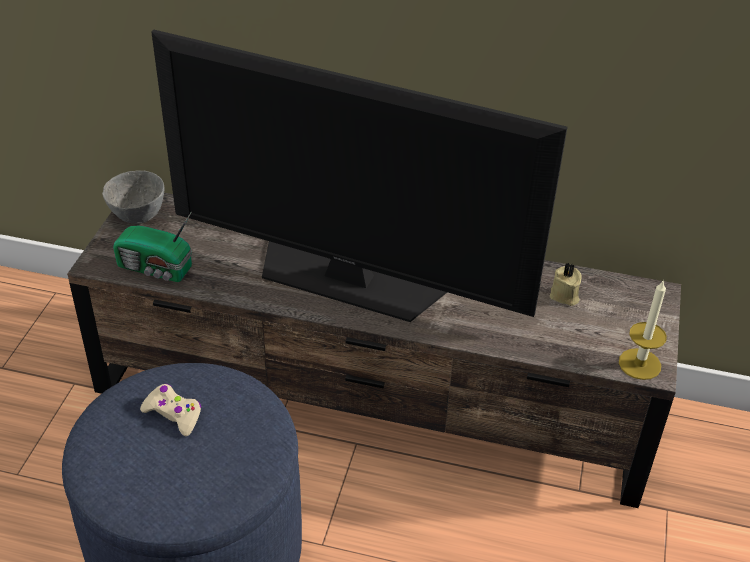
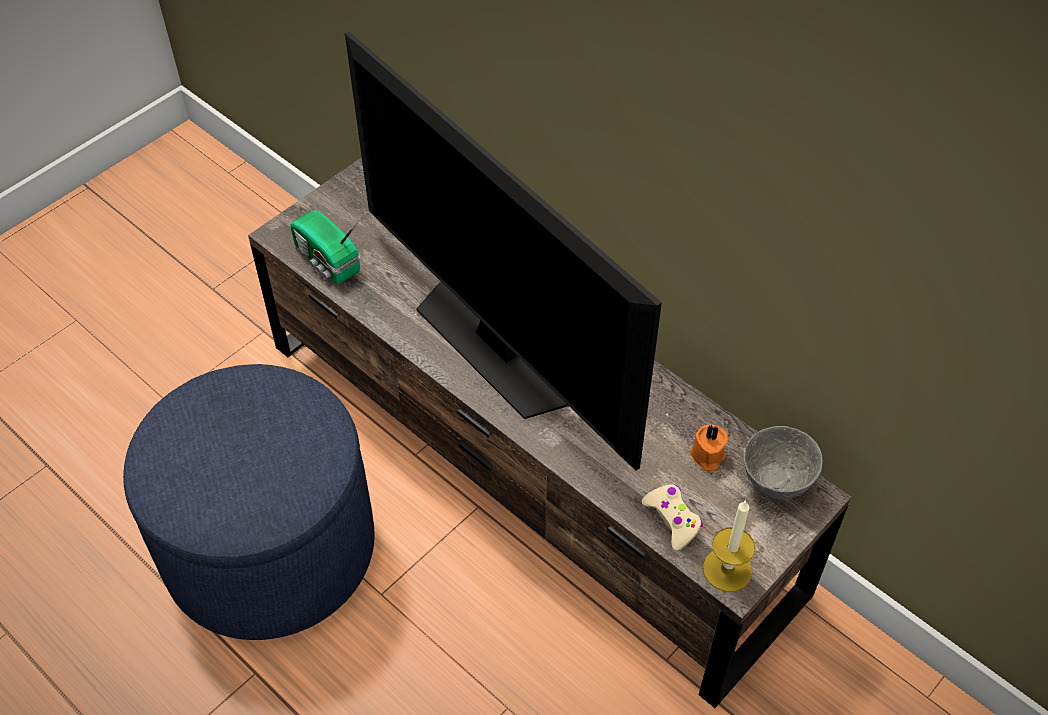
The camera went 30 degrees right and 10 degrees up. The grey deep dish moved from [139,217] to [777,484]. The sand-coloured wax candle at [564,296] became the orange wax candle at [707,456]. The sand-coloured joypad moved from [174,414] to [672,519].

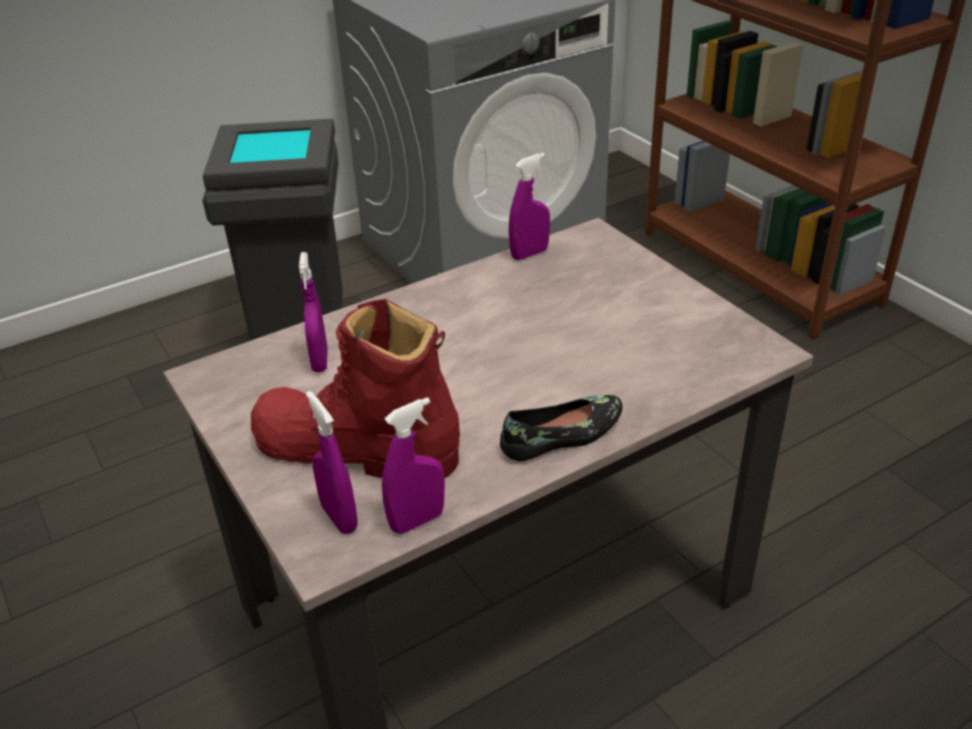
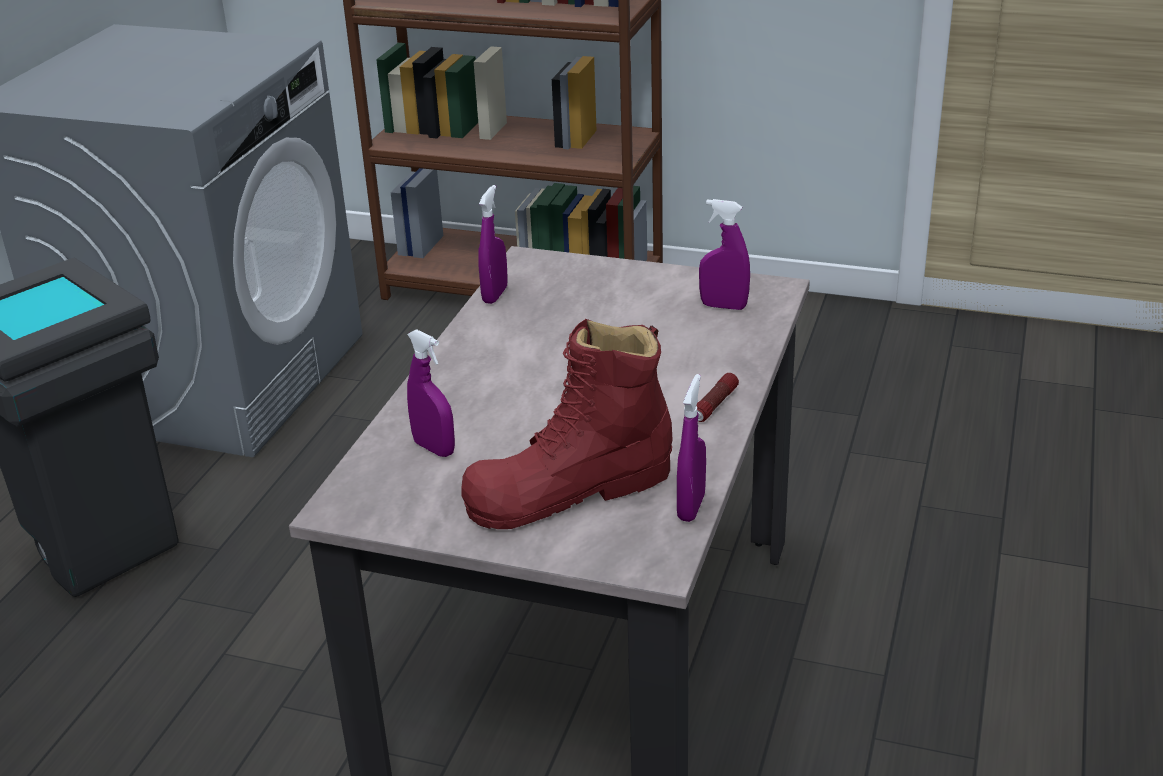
The camera went 40 degrees left and 5 degrees down. The purple hand sprayer moved from [339,517] to [723,306]. The blackish item of footwear at [563,436] was replaced by the hand torch at [714,405].

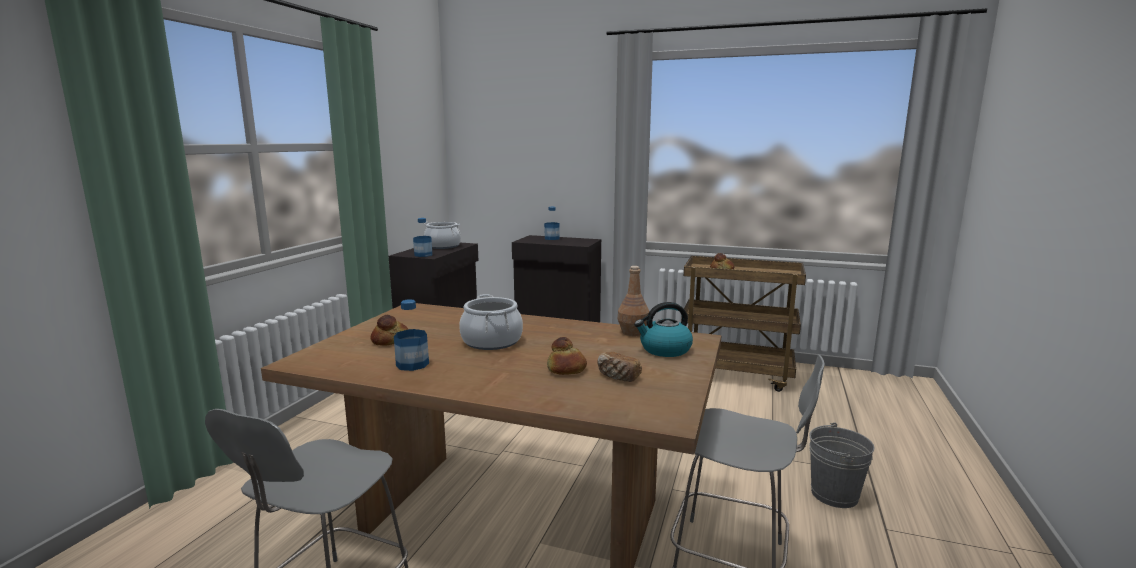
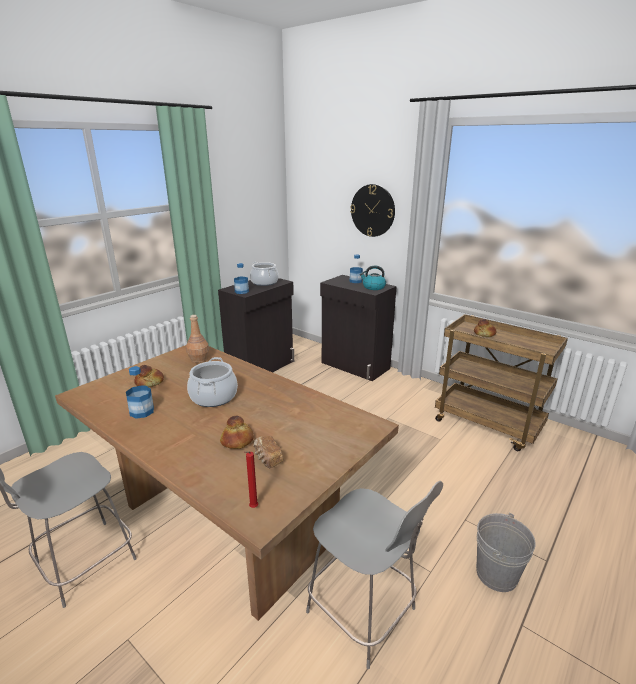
The camera went 20 degrees right and 10 degrees up. The brown-coloured bottle moved from [633,332] to [198,359]. The water kettle moved from [664,350] to [373,287]. The hanging clock at [372,210] appeared. The red wax candle at [252,508] appeared.

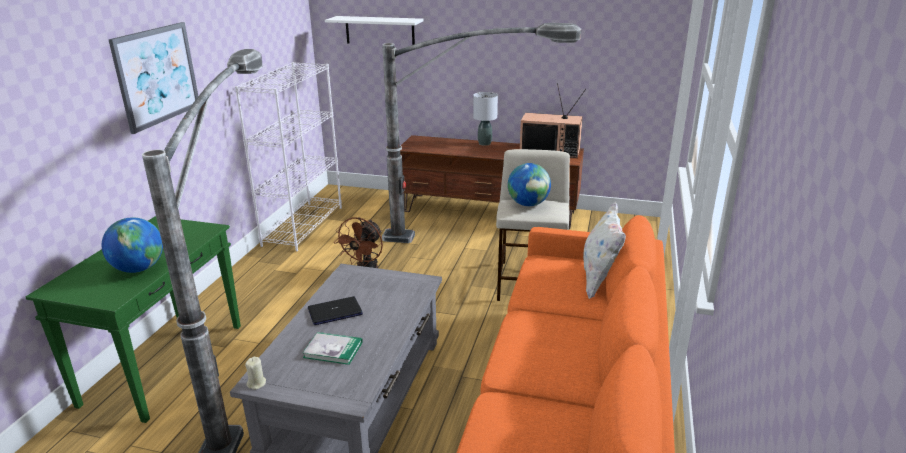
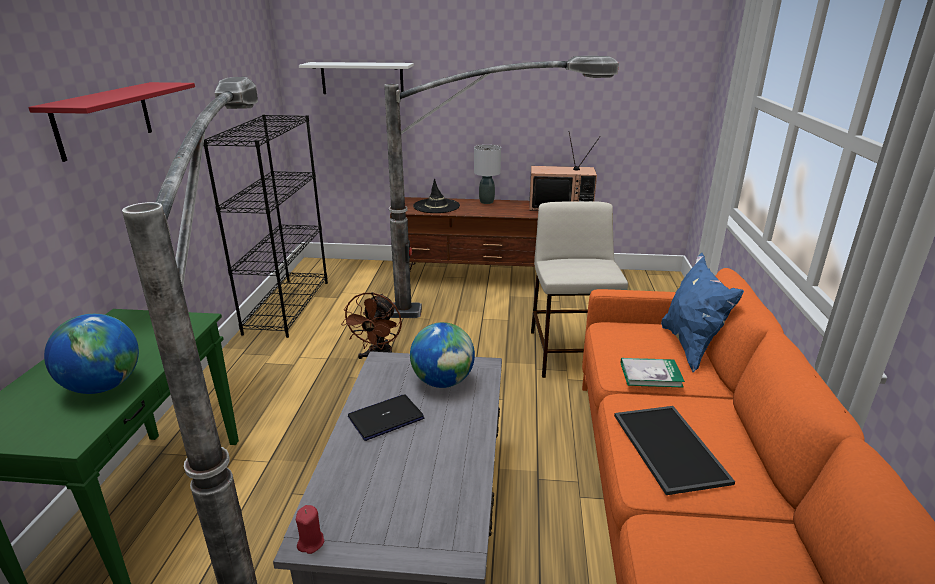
The camera went 10 degrees left and 0 degrees up. The wall picture at [157,75] was replaced by the red shelf at [104,119]. The whitish bookcase at [303,225] became the blackish bookcase at [287,306]. The desk globe moved from [528,204] to [443,382]. The whitish throw pillow at [599,279] became the bluish throw pillow at [690,346]. The book moved from [333,350] to [650,374]. The sand-coloured wax candle at [257,383] became the red wax candle at [311,542]. The blackish wearable hat at [436,206] appeared. The serving tray at [667,447] appeared.

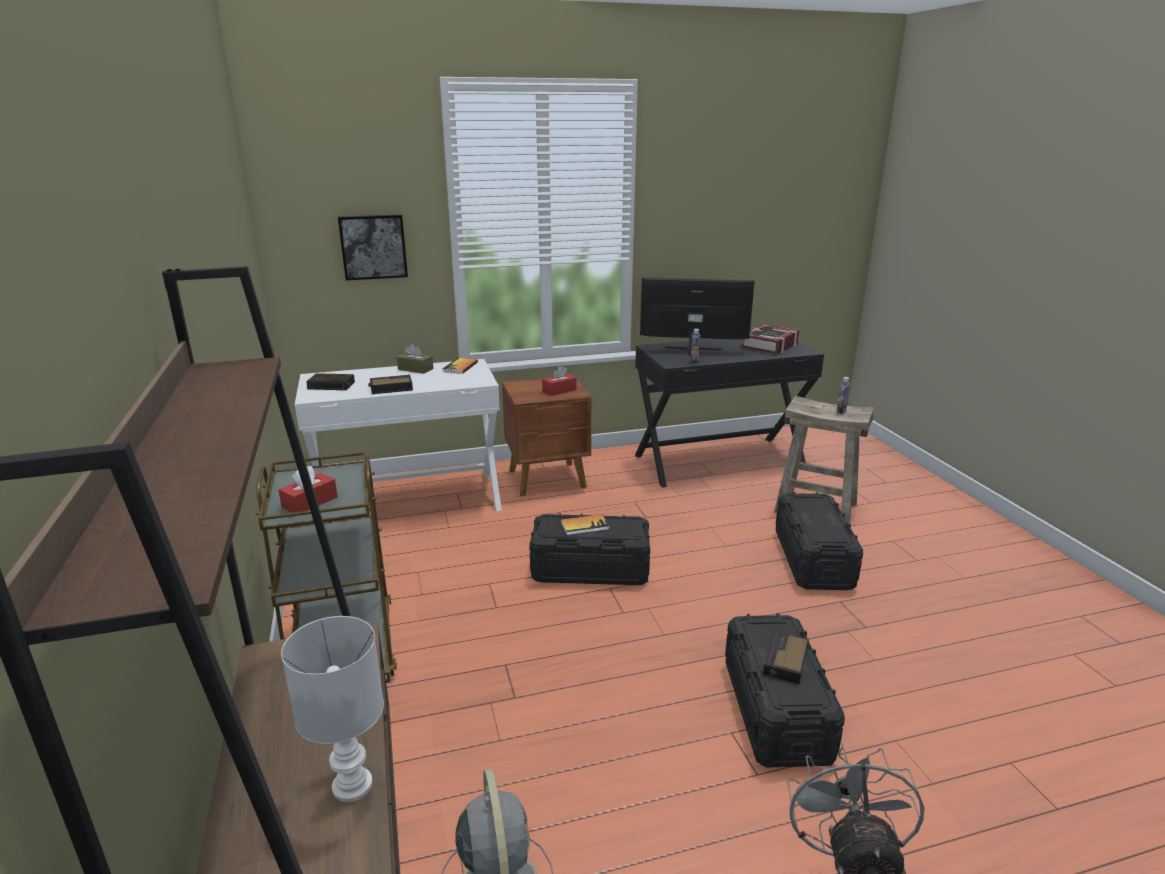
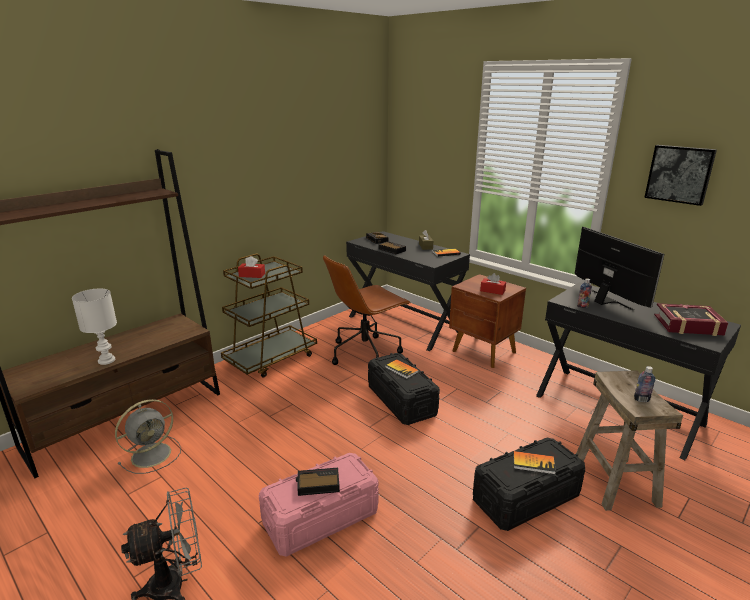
The camera went 60 degrees right and 0 degrees up. The wall picture moved from [373,246] to [679,174]. The whitish desk at [410,501] became the blackish desk at [404,324]. The blackish storage bin at [775,710] became the pinkish storage bin at [320,518]. The brown-coloured office chair at [366,352] appeared. The book at [533,463] appeared.

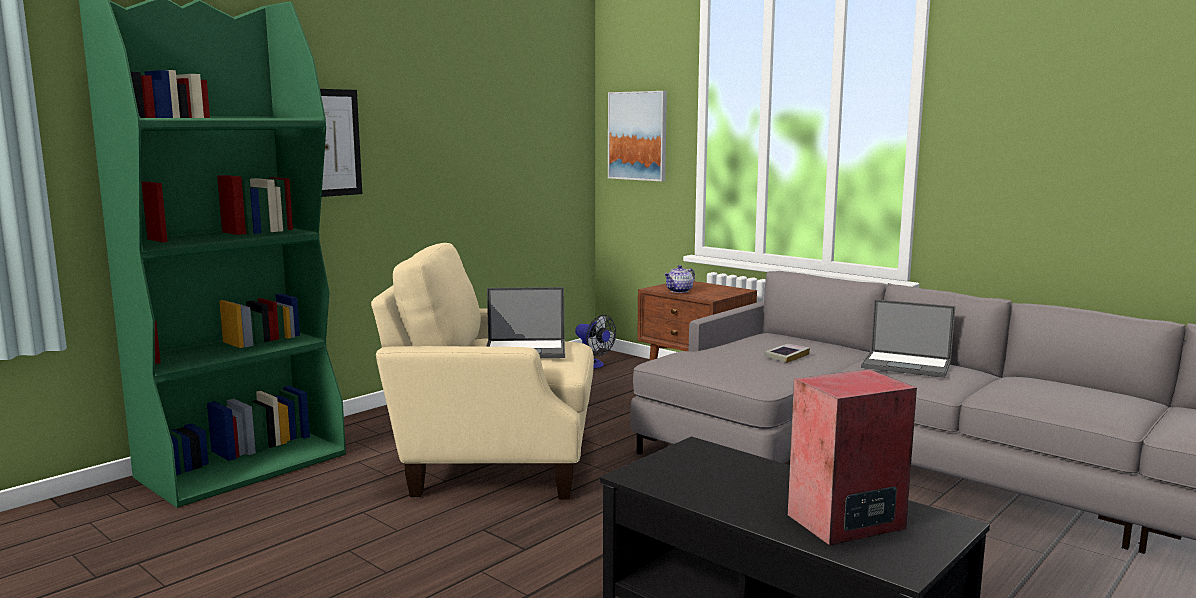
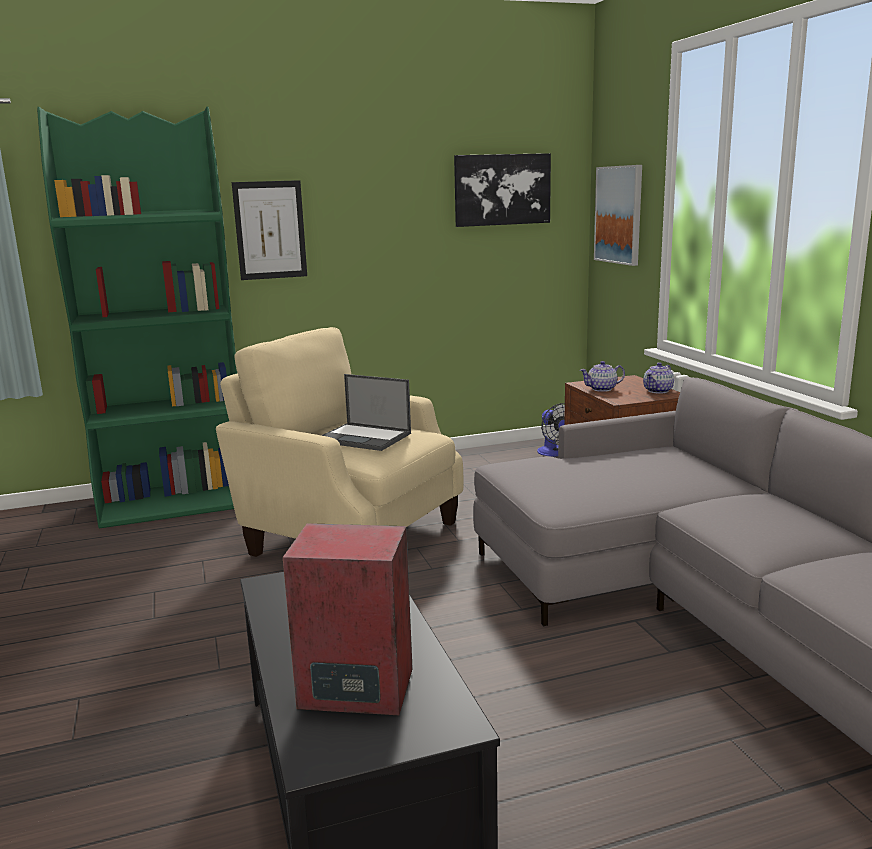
The camera went 30 degrees right and 5 degrees up. The laptop at [907,365] disappeared. The book at [786,356] disappeared. The wall picture at [502,189] appeared. The tea pot at [658,391] appeared.

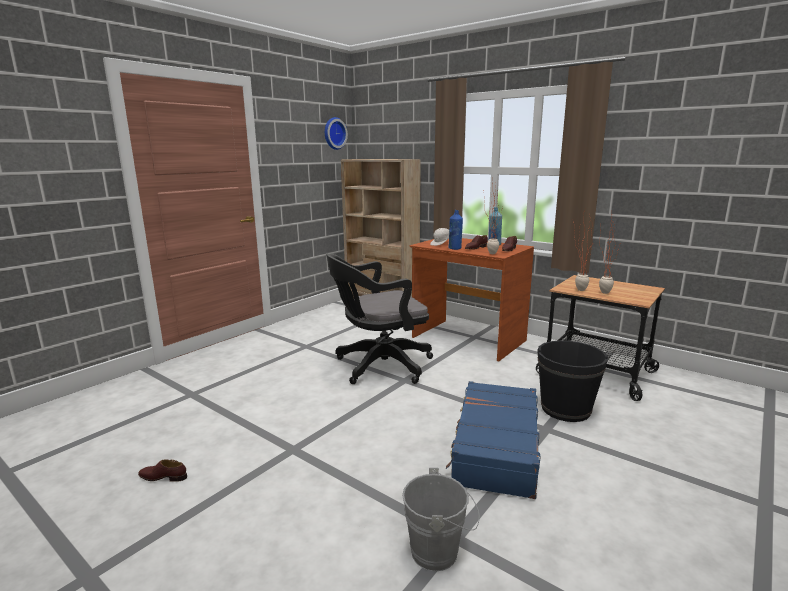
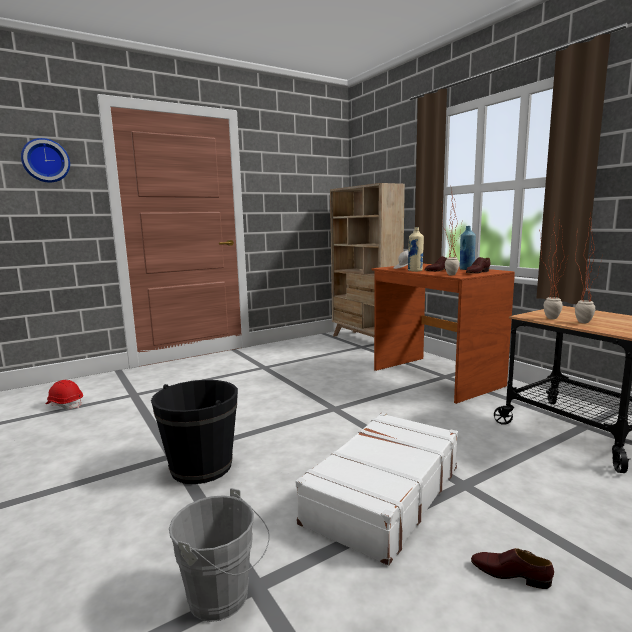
The camera went 20 degrees right and 5 degrees down. The hanging clock moved from [333,133] to [46,161]. The bluish bottle at [455,248] became the sand-coloured bottle at [415,271]. The blackish office chair at [379,366] disappeared. The blackish water bucket moved from [565,409] to [201,467]. The bluish travel case at [495,448] became the whitish travel case at [382,494]. The brown-coloured item of footwear moved from [163,477] to [510,574]. The red safety helmet at [65,405] appeared.

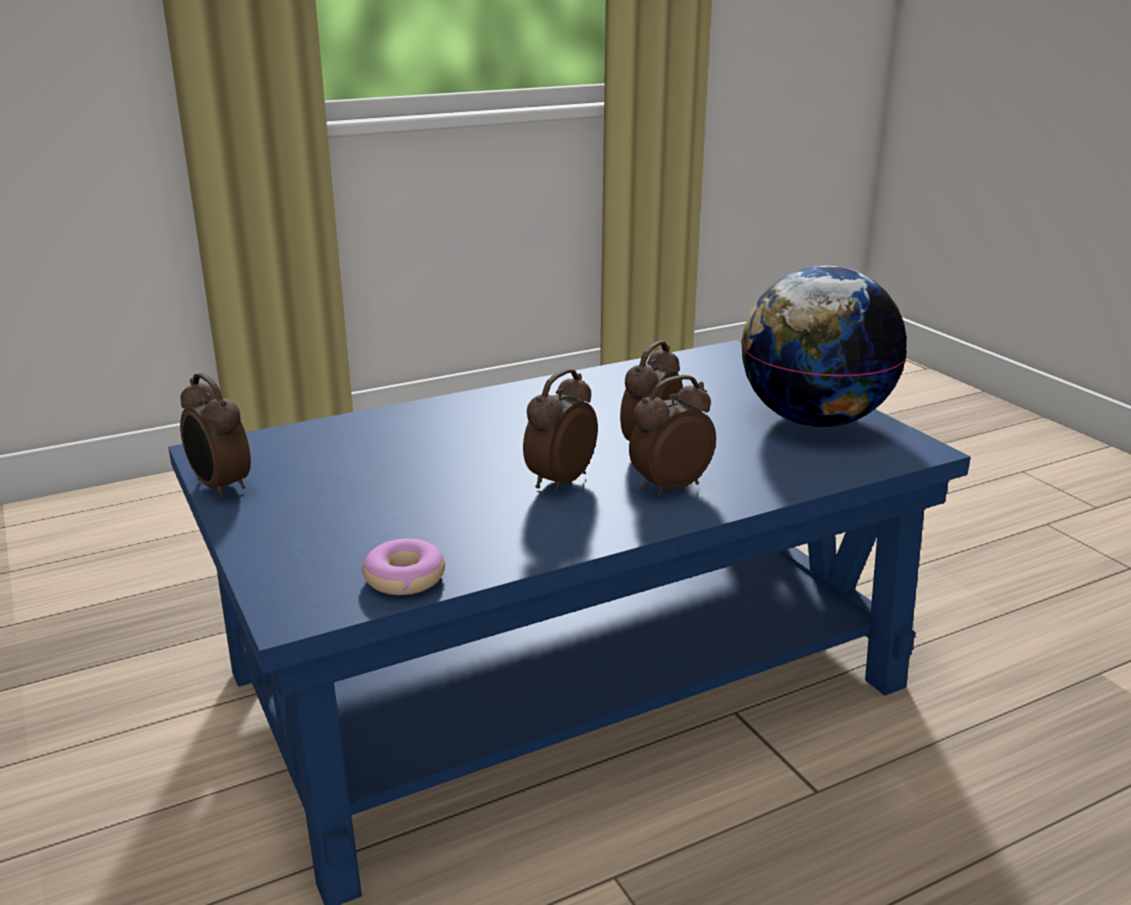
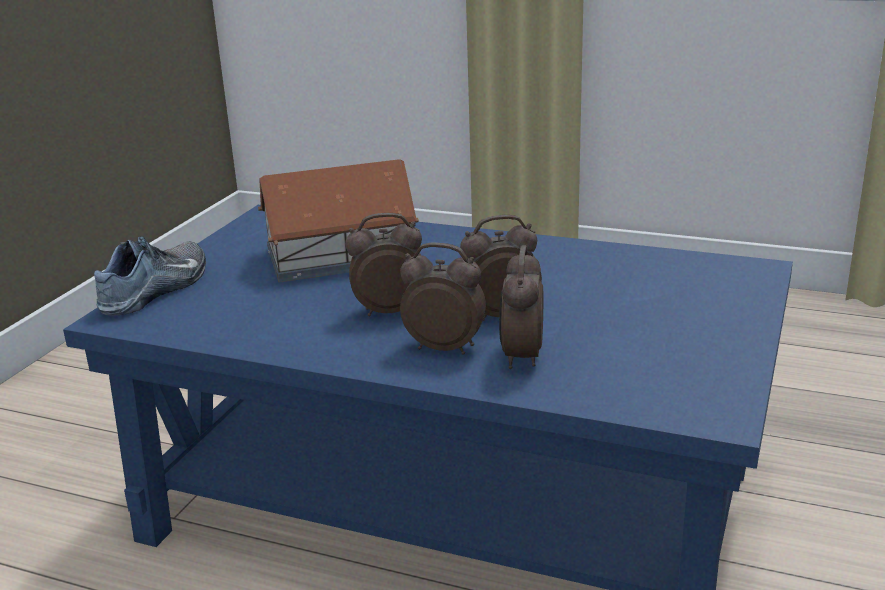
The camera went 50 degrees right and 0 degrees up. The desk globe at [813,420] disappeared. The alarm clock moved from [220,487] to [520,357]. The ring doughnut at [405,578] disappeared. The toy house at [342,255] appeared. The item of footwear at [158,289] appeared.

